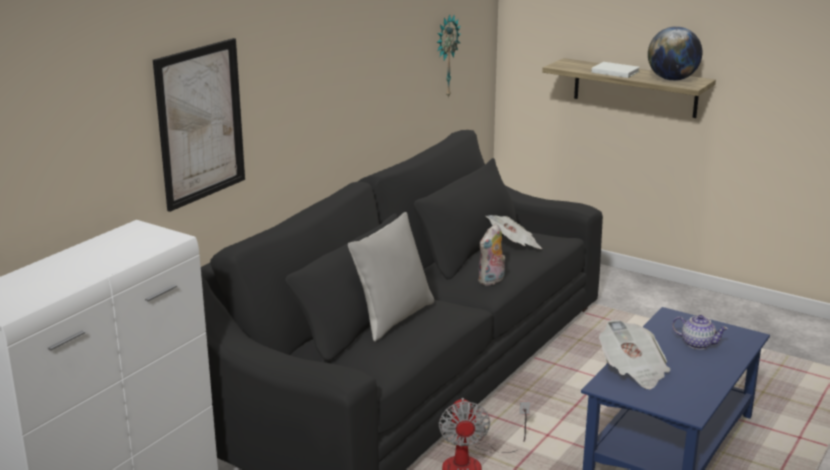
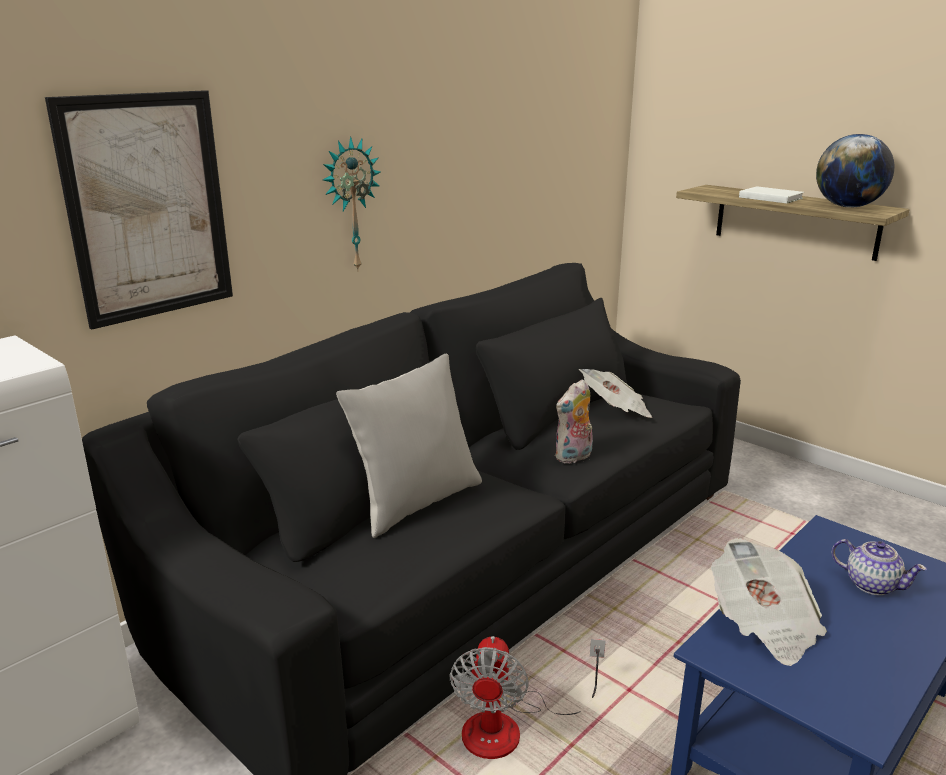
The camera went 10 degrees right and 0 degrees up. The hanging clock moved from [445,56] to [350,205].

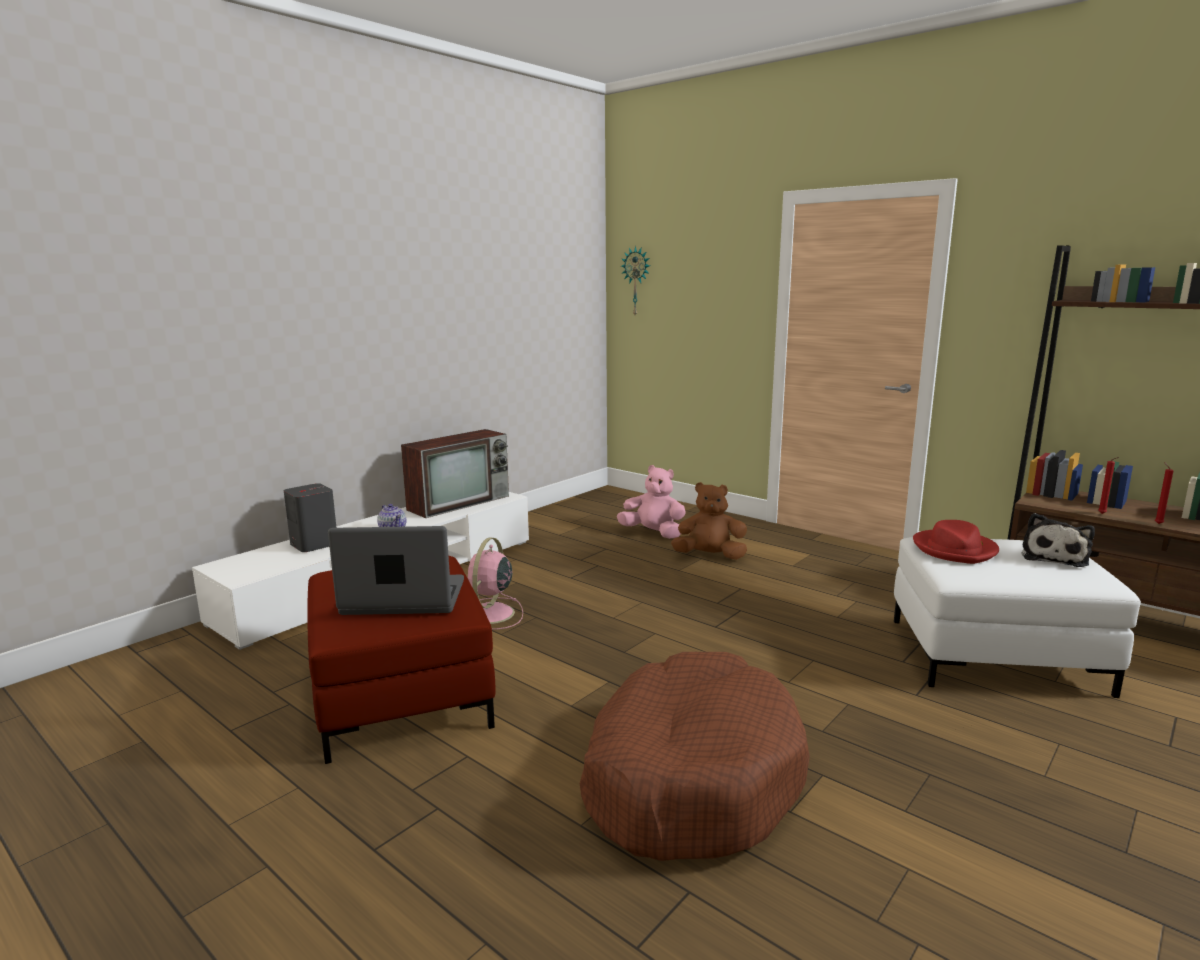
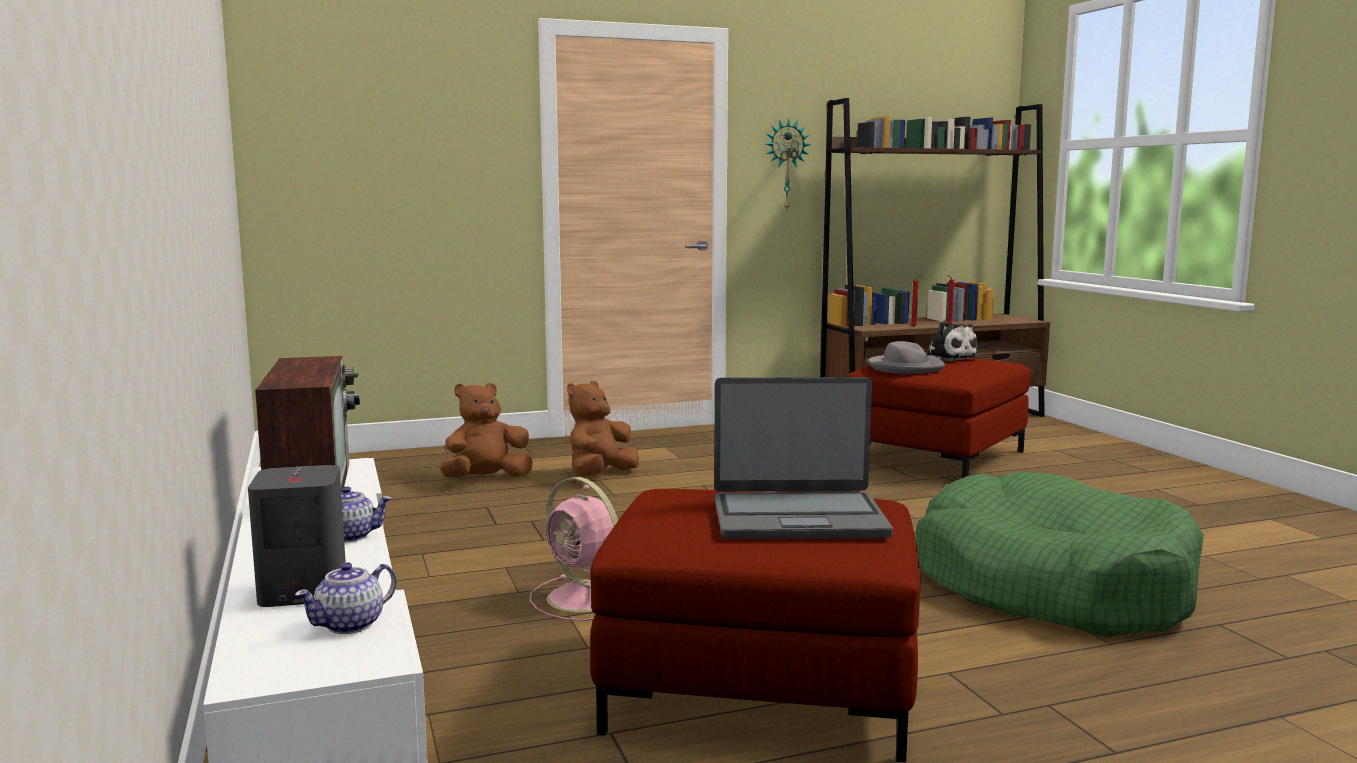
The camera went 60 degrees left and 5 degrees down. The hanging clock moved from [637,281] to [785,165]. The pinkish cuddly toy at [653,533] became the brown-coloured cuddly toy at [486,479]. The red wearable hat at [955,549] became the grey wearable hat at [905,368]. The laptop at [403,598] turned 120 degrees counterclockwise. The whitish ottoman at [996,655] became the red ottoman at [935,457]. The brown-coloured dog cushion at [690,776] became the green-coloured dog cushion at [1052,586]. The tea pot at [351,624] appeared.

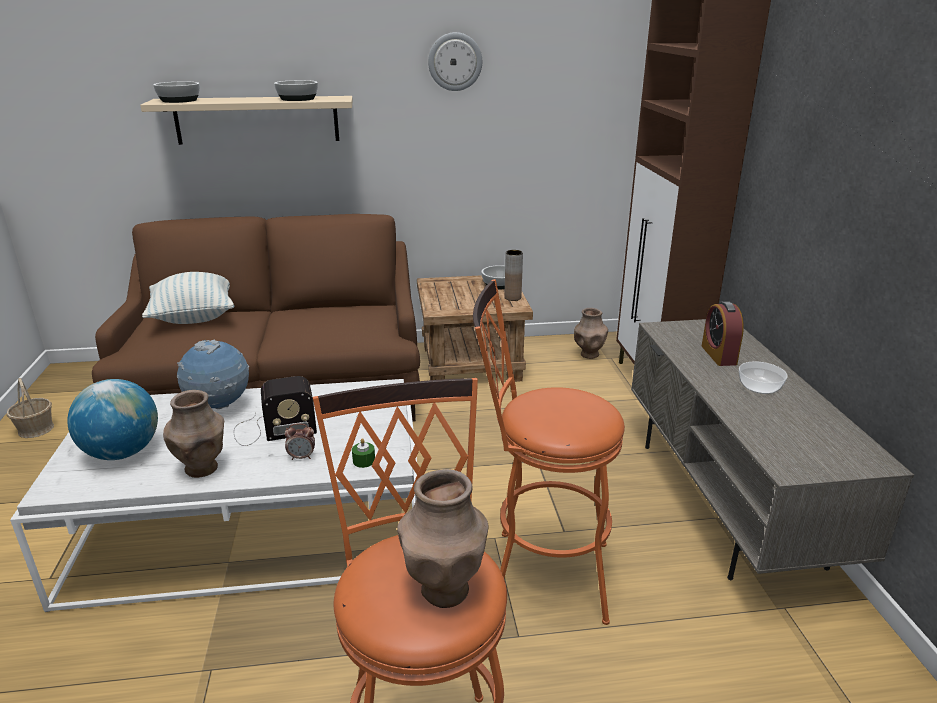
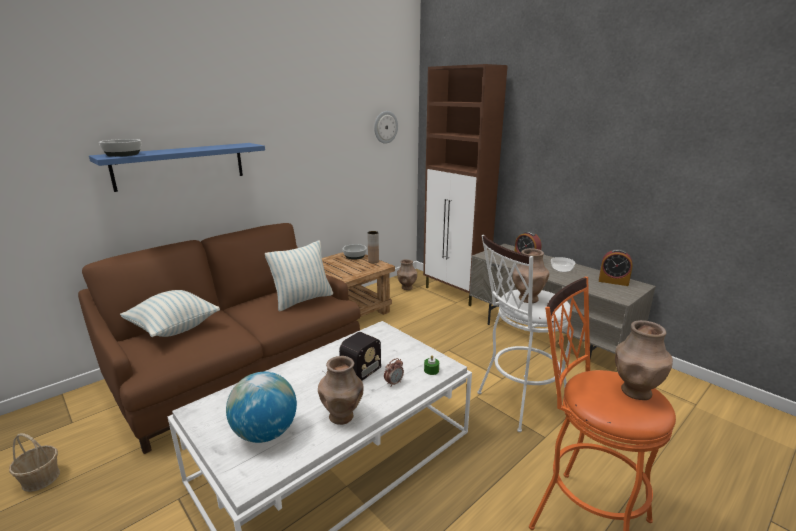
The camera went 35 degrees left and 5 degrees down. The hanging clock moved from [455,62] to [385,127]. The deep dish at [298,99] disappeared. The sand-coloured shelf at [257,120] became the bluish shelf at [180,165]. The orange stool at [538,573] became the whitish stool at [516,403]. The desk globe at [219,407] disappeared. The throw pillow at [303,300] appeared. The brown-coloured flower vase at [527,299] appeared. The alarm clock at [613,281] appeared.

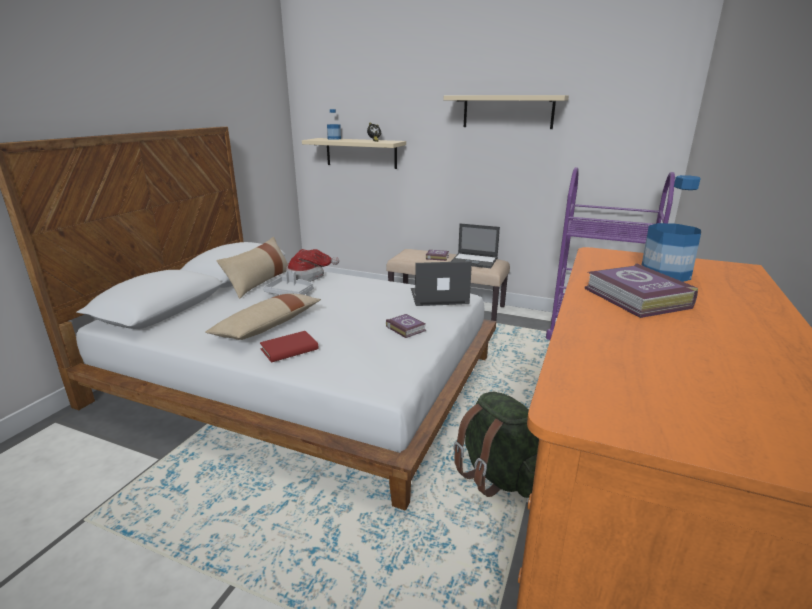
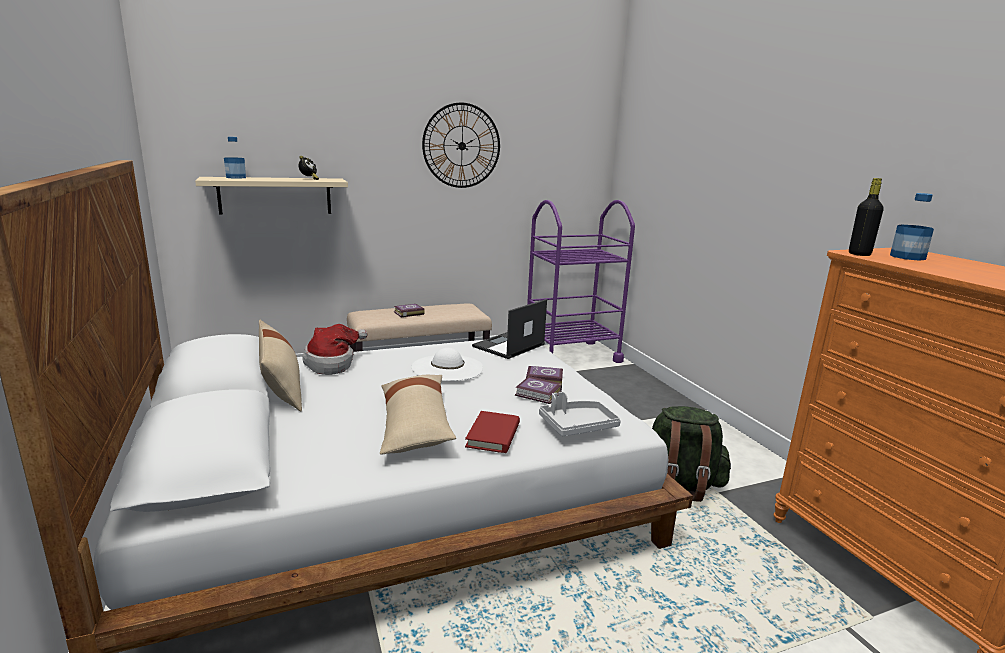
The camera went 45 degrees left and 5 degrees down. The sand-coloured shelf at [508,112] was replaced by the hanging clock at [461,146]. The laptop at [474,261] disappeared. The book moved from [636,299] to [539,394]. The grey serving tray moved from [290,293] to [577,426]. The blackish bottle at [859,254] appeared. The whitish wearable hat at [447,368] appeared.

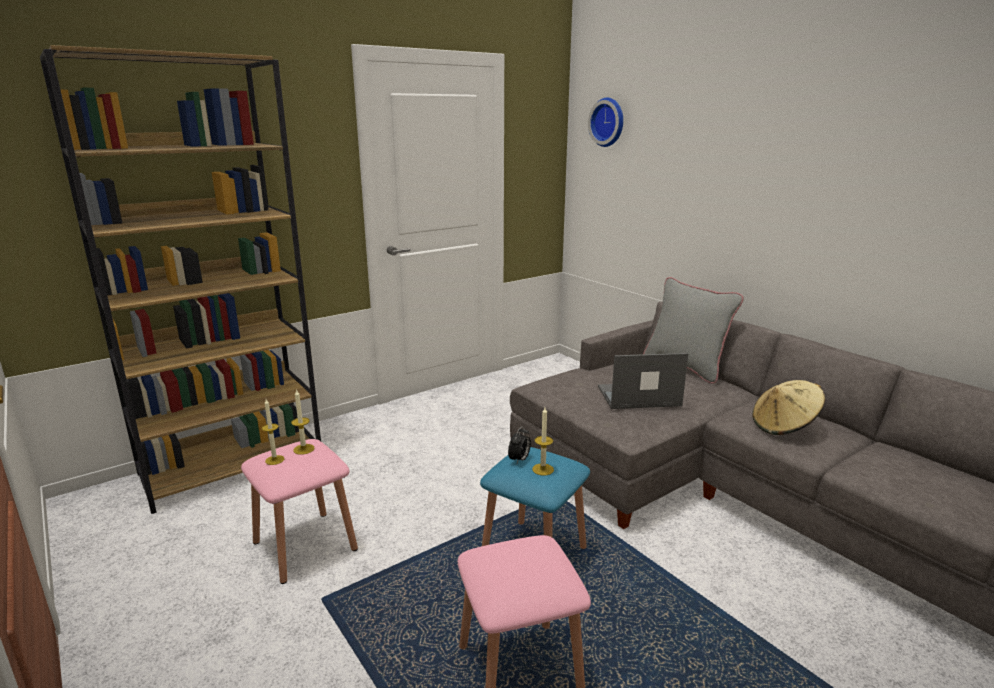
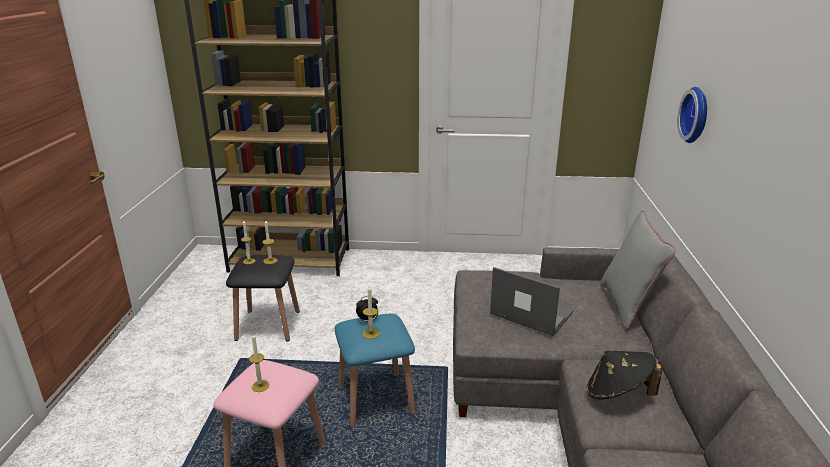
The camera went 40 degrees right and 5 degrees up. The hanging clock moved from [608,122] to [697,115]. The sand-coloured wearable hat at [784,426] became the blackish wearable hat at [617,394]. The pinkish stool at [305,546] became the blackish stool at [268,325]. The wax candle at [260,386] appeared.

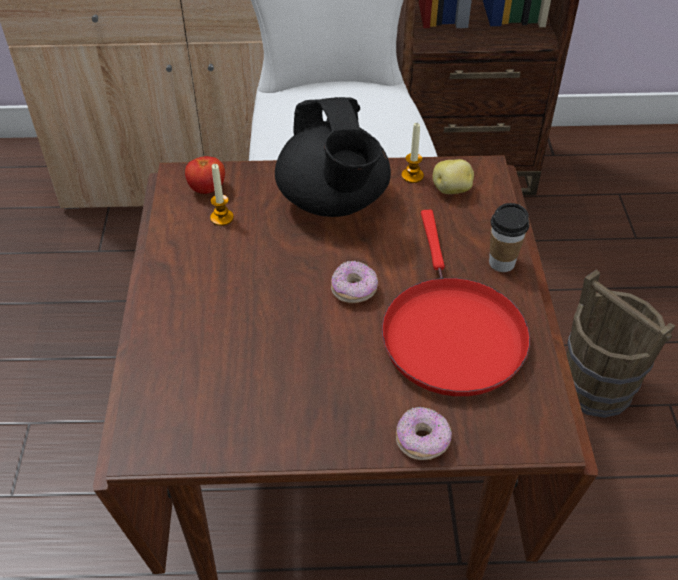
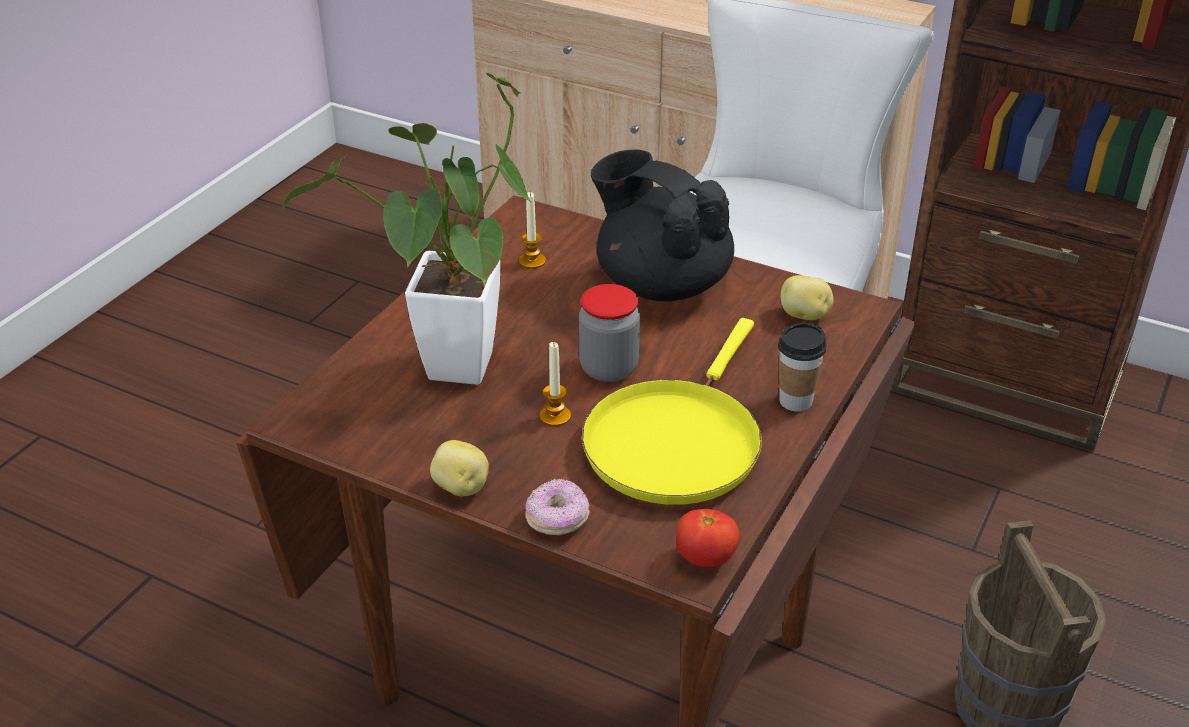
The camera went 30 degrees right and 10 degrees down. The blackish tea pot at [333,201] turned 120 degrees clockwise. The wax candle moved from [412,176] to [555,416]. The tomato moved from [207,189] to [705,559]. The red frying pan at [450,333] became the yellow frying pan at [675,442]. The ring doughnut at [354,290] was replaced by the storage jar at [608,368]. The houseplant at [454,378] appeared. The whole potato at [460,488] appeared.

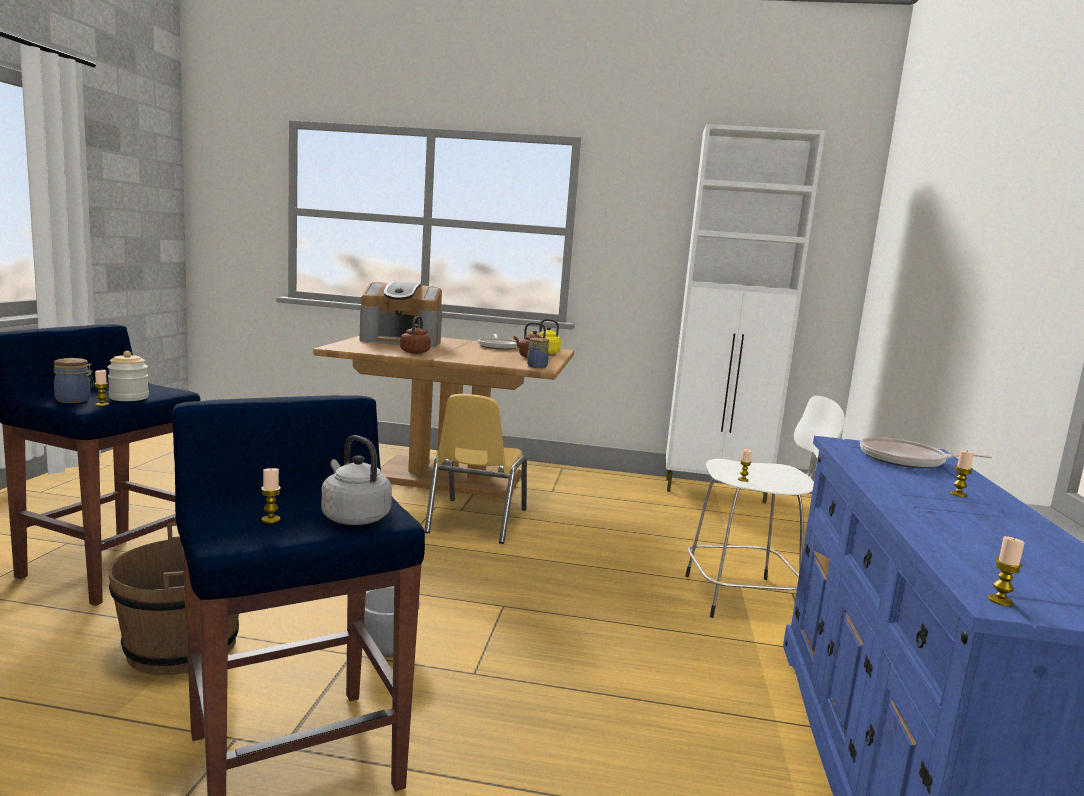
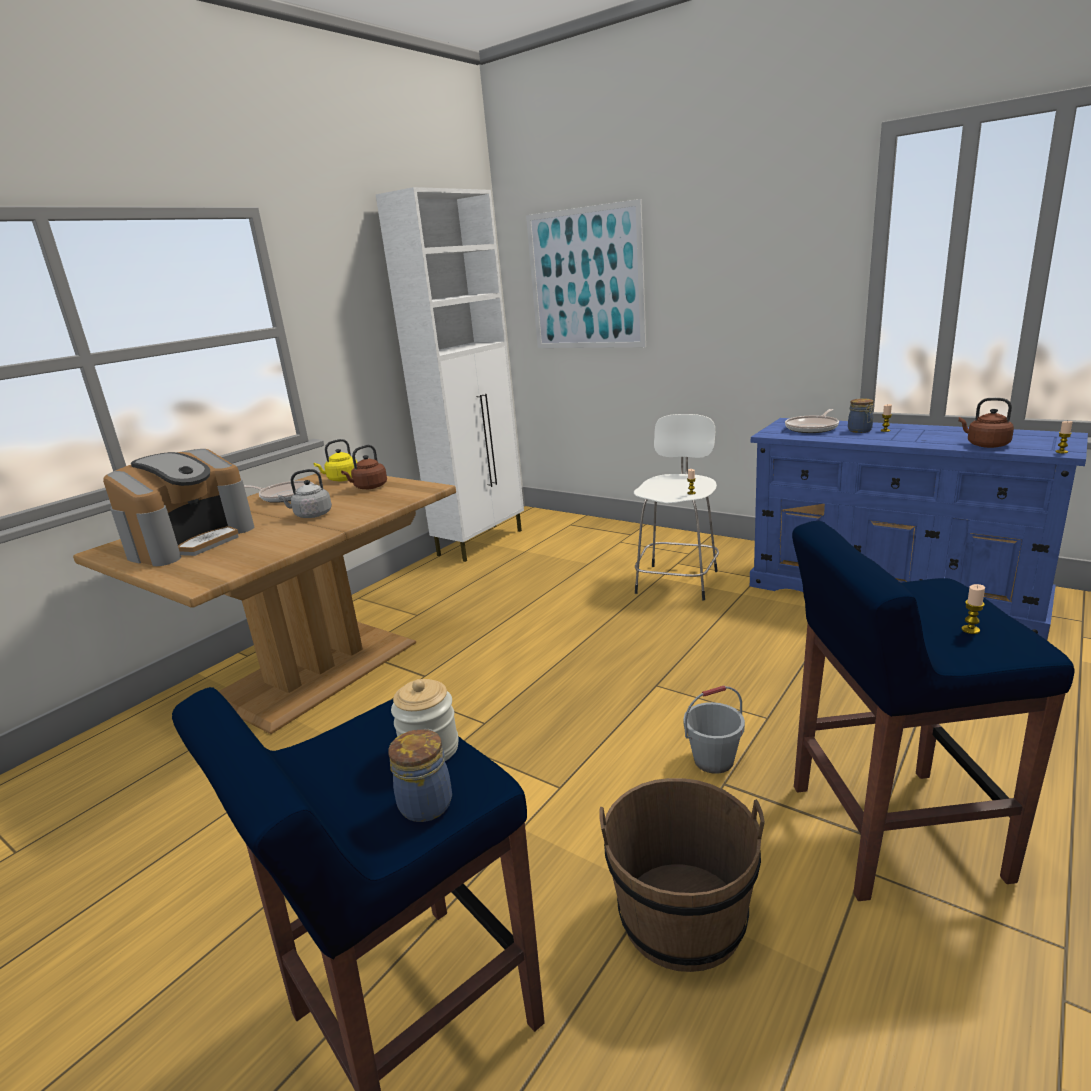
The camera went 60 degrees left and 10 degrees up. The brown-coloured water kettle moved from [415,352] to [985,445]. The storage jar moved from [536,366] to [860,431]. The wax candle at [102,404] disappeared. The yellow chair at [475,521] disappeared. The grey water kettle moved from [353,517] to [311,515]. The wall picture at [585,280] appeared.

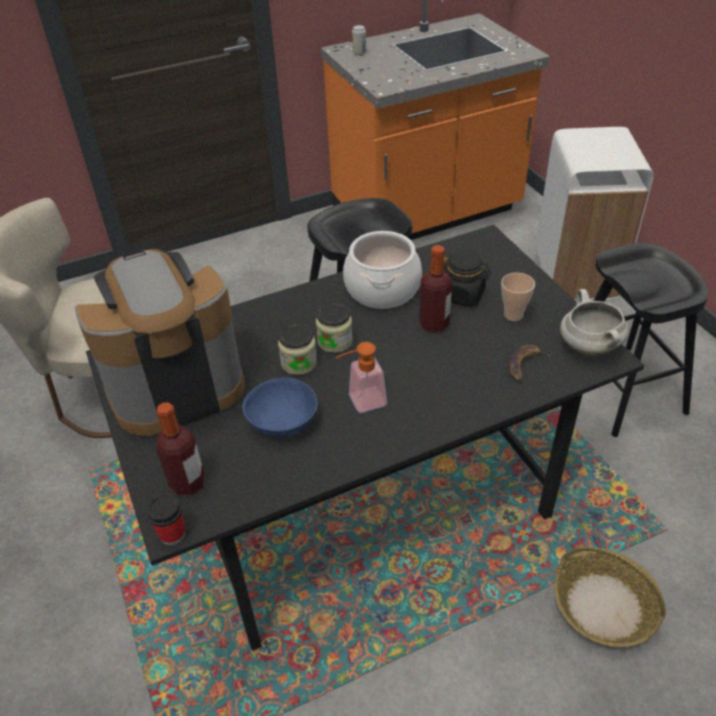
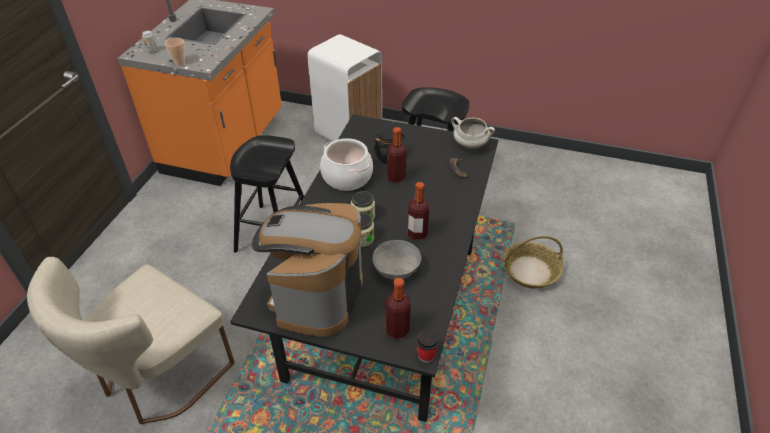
The camera went 50 degrees left and 0 degrees up. The small cup moved from [513,315] to [179,63]. The soap bottle at [361,402] was replaced by the bottle at [417,233]. The bluish deep dish at [283,422] became the grey deep dish at [397,269].

